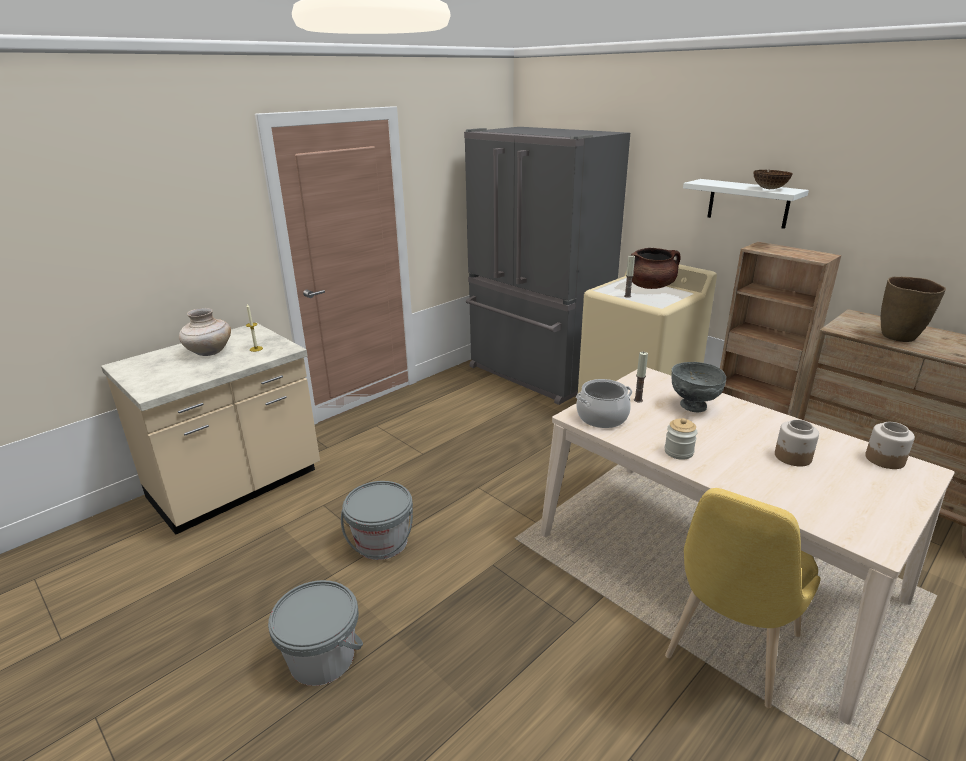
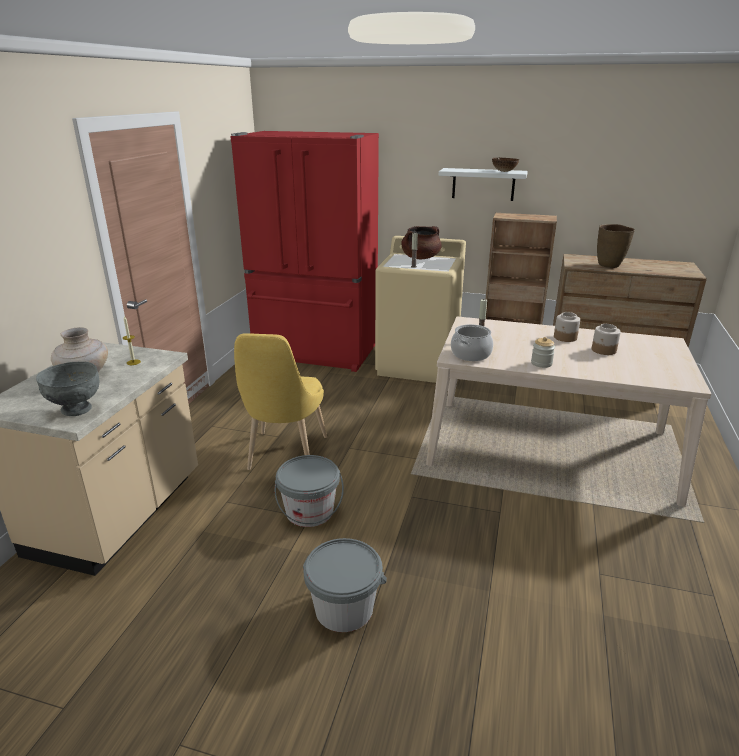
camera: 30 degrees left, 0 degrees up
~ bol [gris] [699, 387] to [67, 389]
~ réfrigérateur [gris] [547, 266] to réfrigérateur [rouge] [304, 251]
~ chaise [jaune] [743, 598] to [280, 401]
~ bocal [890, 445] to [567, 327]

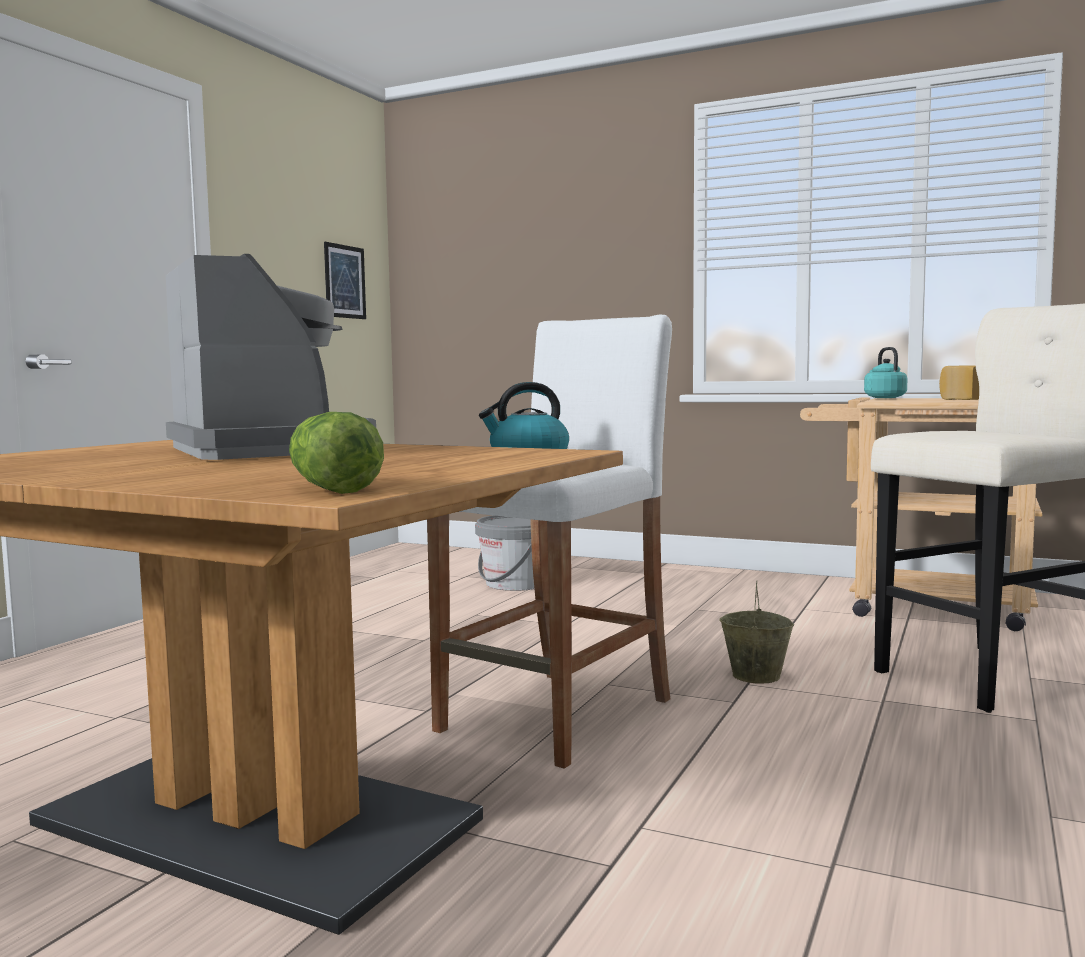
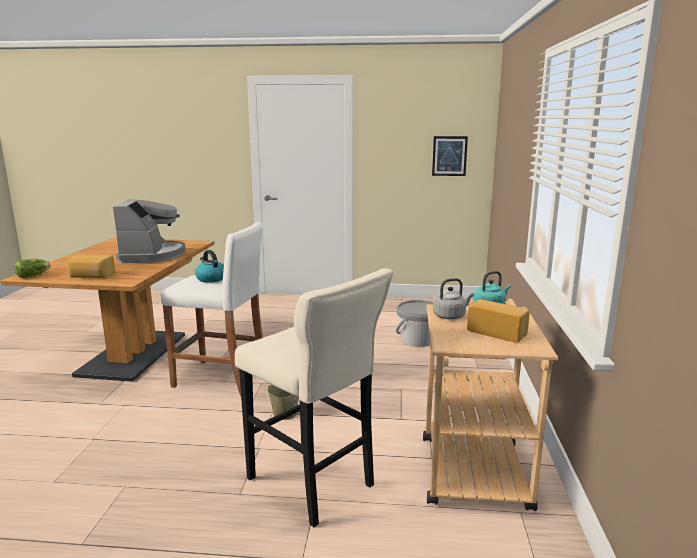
camera: 70 degrees right, 10 degrees up
+ pain [91, 266]
~ machine à café [271, 357] = [149, 230] 45 degrees counterclockwise
+ bouilloire [gris] [453, 299]

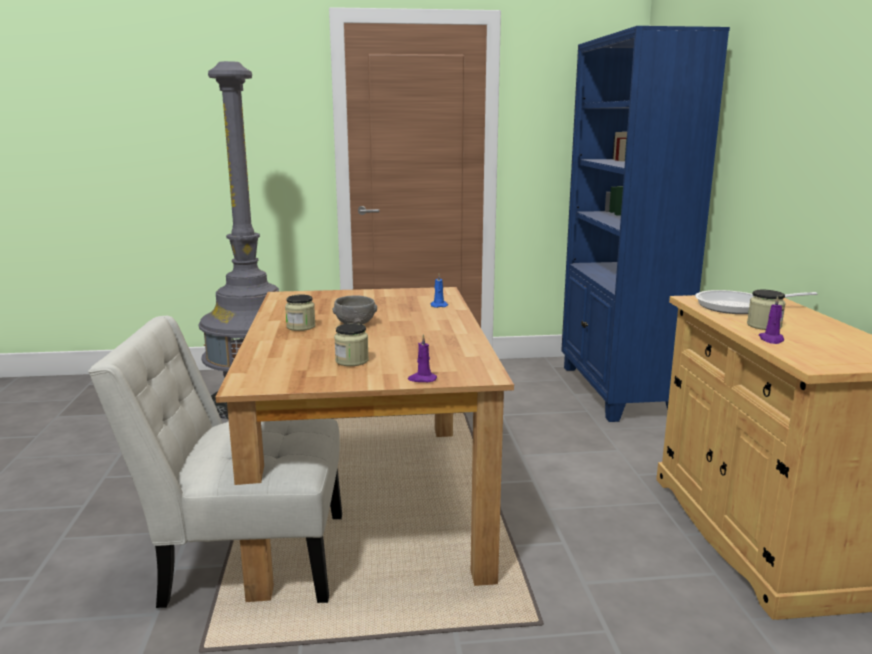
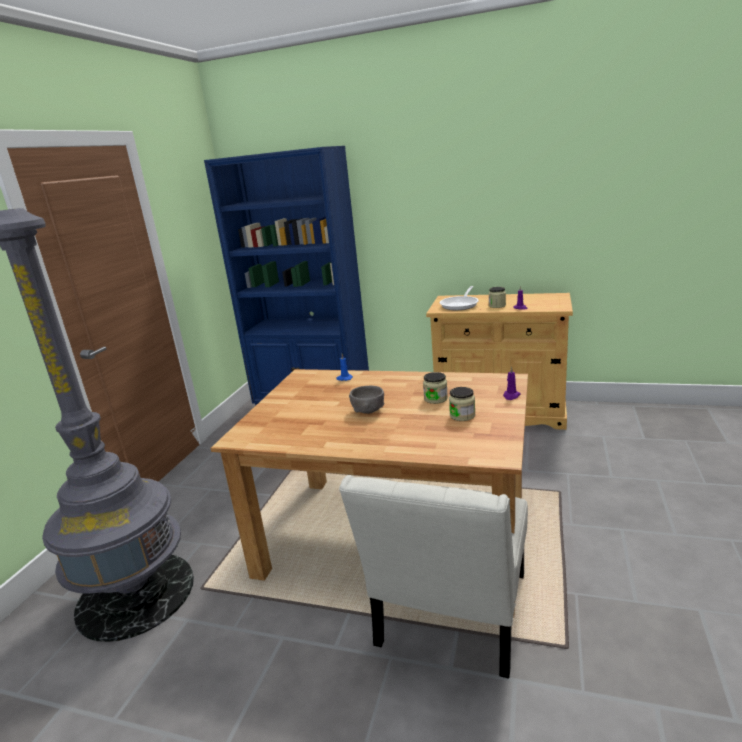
camera: 65 degrees left, 5 degrees up
~ bocal [300, 312] to [435, 388]

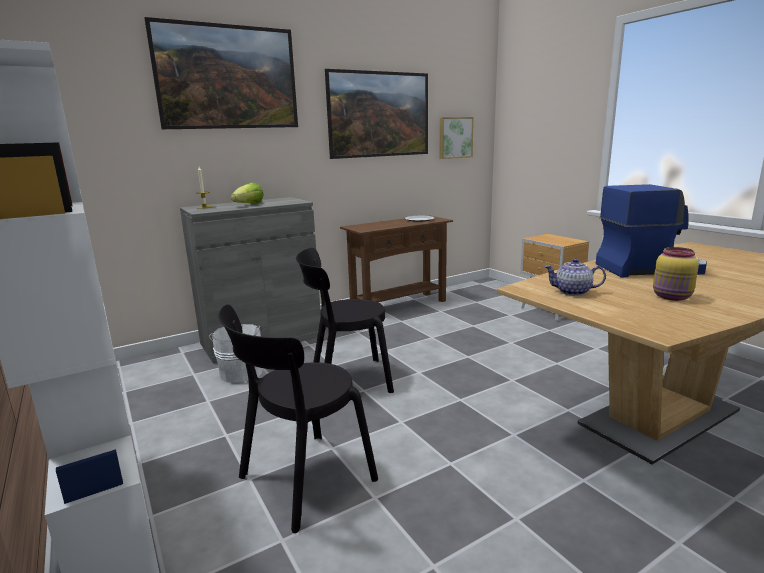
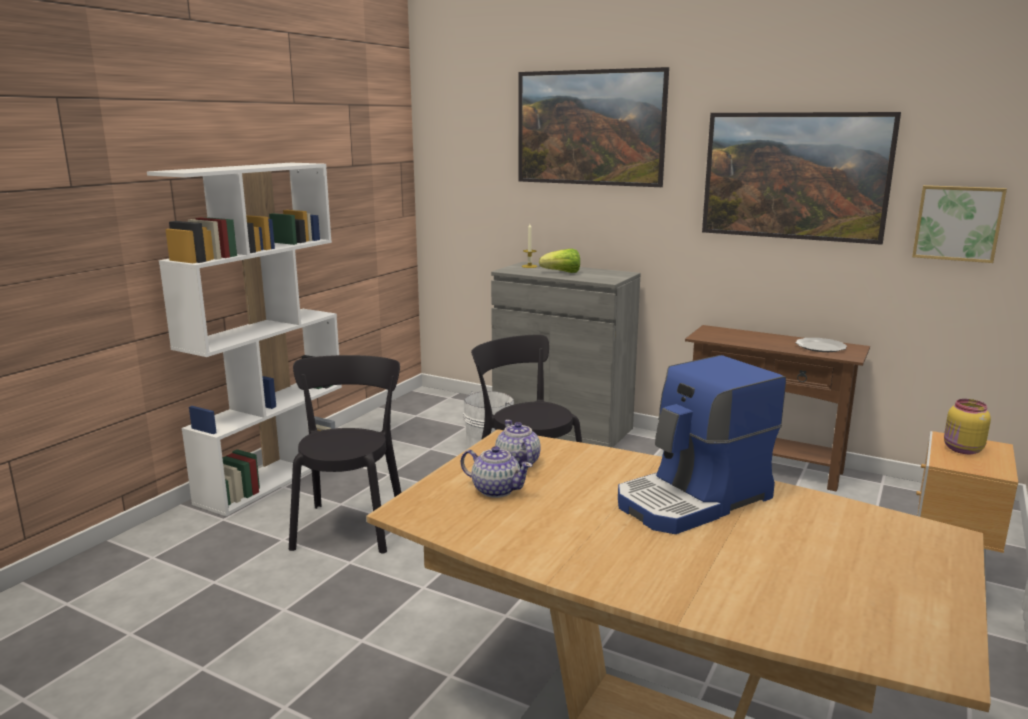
camera: 60 degrees right, 0 degrees up
~ chaise [noir] [298, 418] = [345, 454] 75 degrees clockwise
+ théière [497, 472]
~ machine à café [651, 231] = [702, 444] 90 degrees clockwise
~ bocal [jaune] [676, 274] to [967, 426]

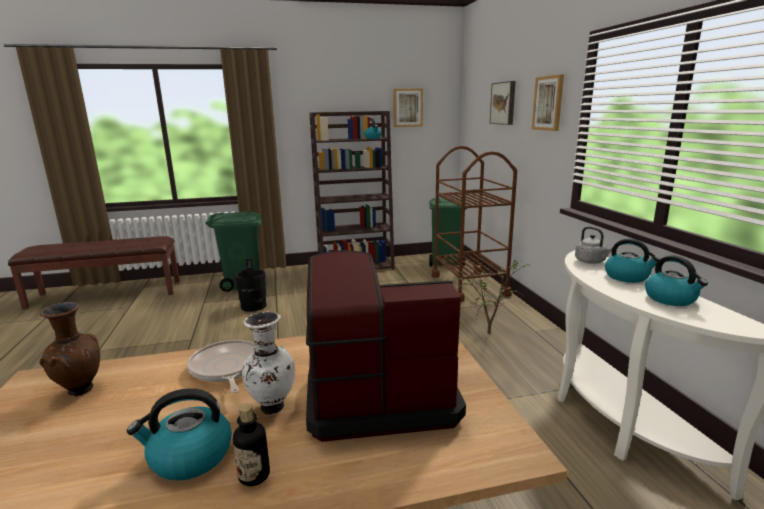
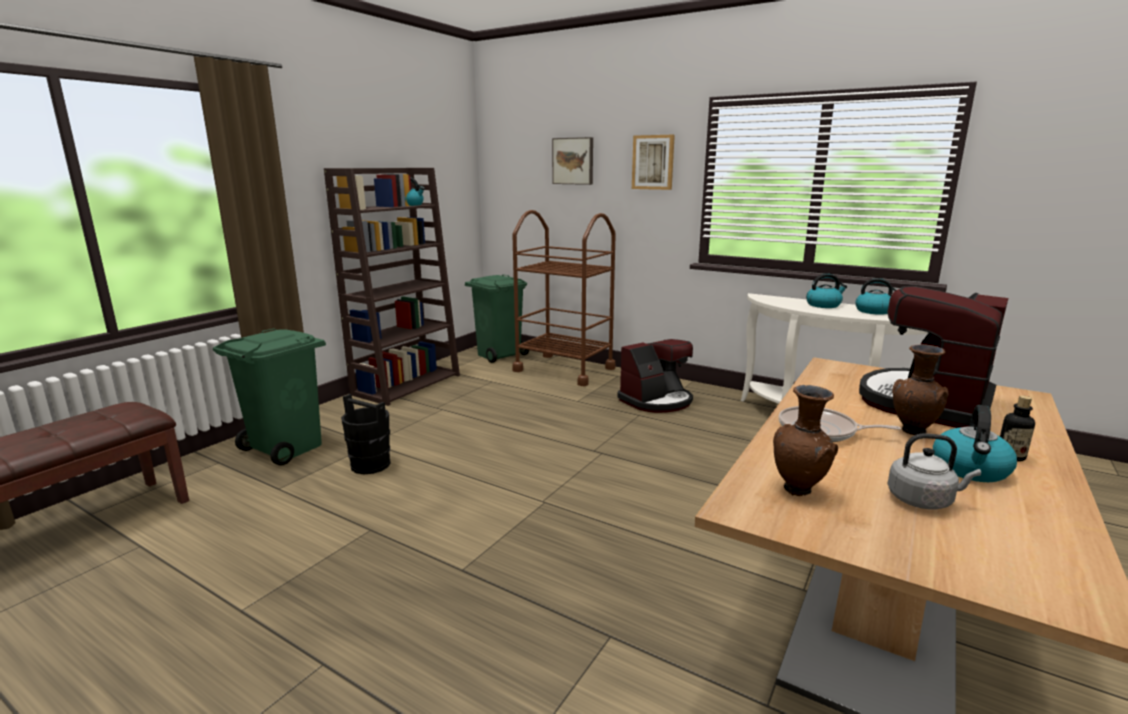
camera: 45 degrees left, 0 degrees up
~ plante en pot [493, 297] to machine à café [655, 376]
~ bouilloire [gris] [593, 245] to [934, 472]
~ vase [blanc] [268, 363] to vase [marron] [920, 389]
- tableau [408, 108]

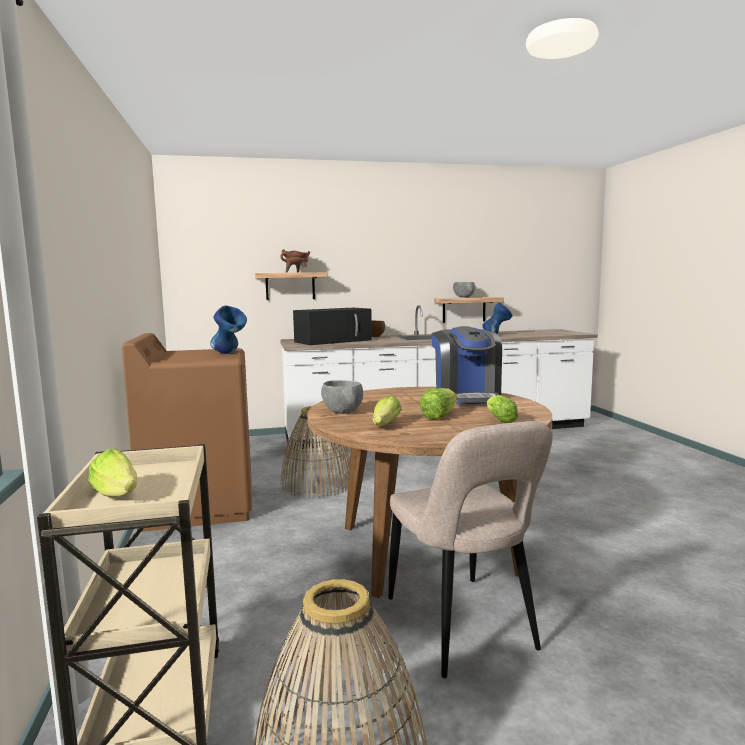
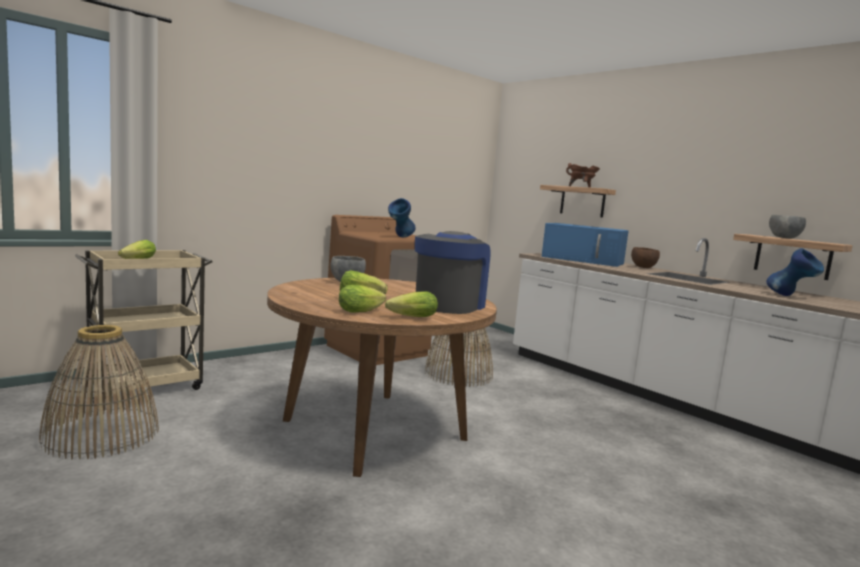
camera: 60 degrees right, 0 degrees up
~ laitue [387, 411] to [411, 304]
~ machine à café [466, 365] = [453, 272] 150 degrees clockwise
~ micro-ondes [noir] [332, 326] to micro-ondes [bleu] [585, 245]
- chaise [beige] [470, 549]

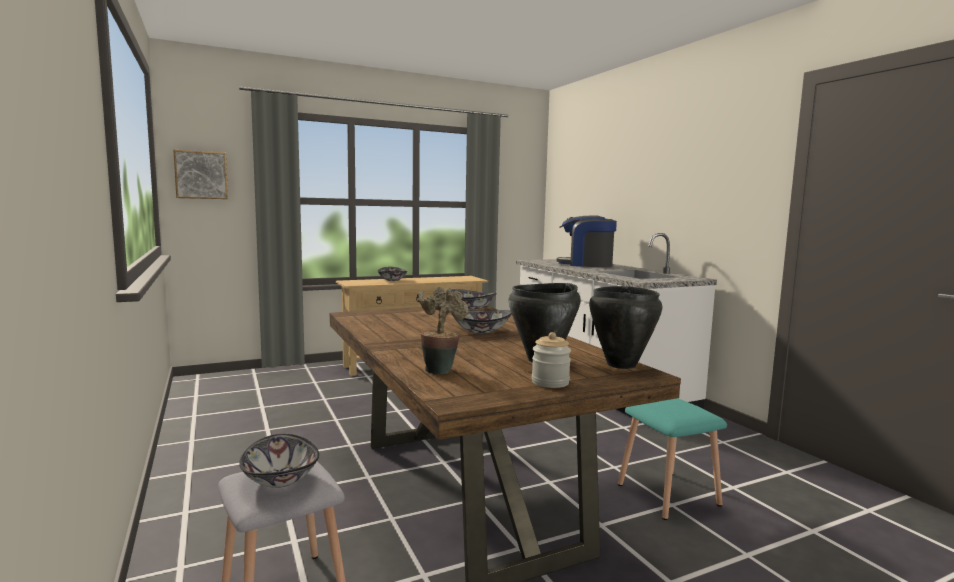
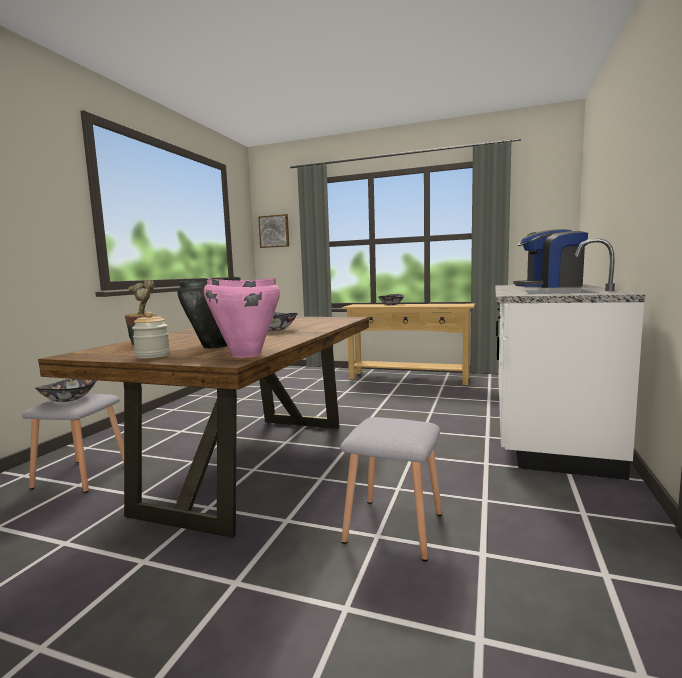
camera: 45 degrees right, 0 degrees up
~ marmite [noir] [625, 327] to marmite [rose] [242, 318]
~ tabouret [turquoise] [672, 459] to tabouret [gris] [391, 489]
~ machine à café [586, 241] = [550, 258] 60 degrees counterclockwise
- bol [474, 299]

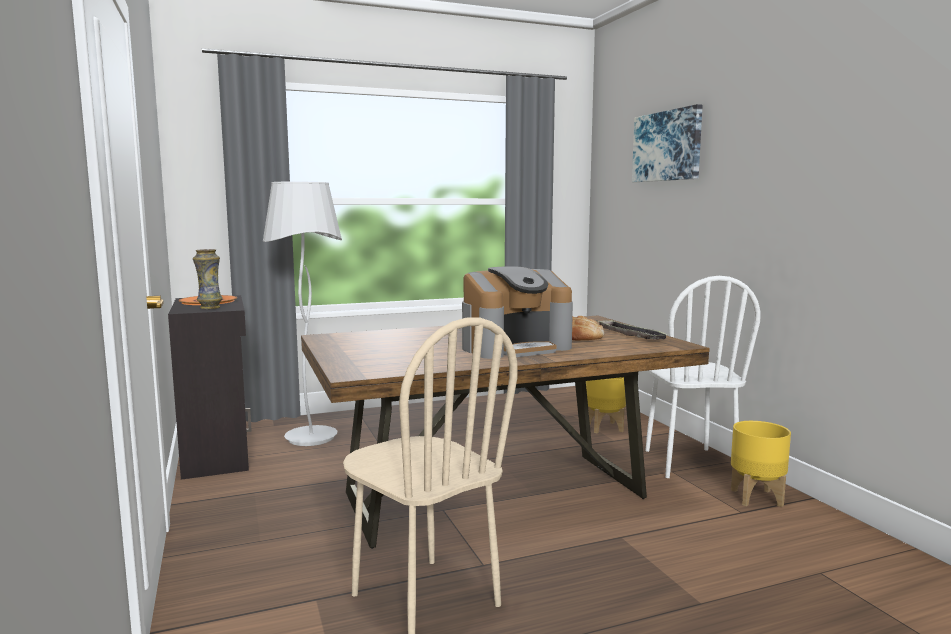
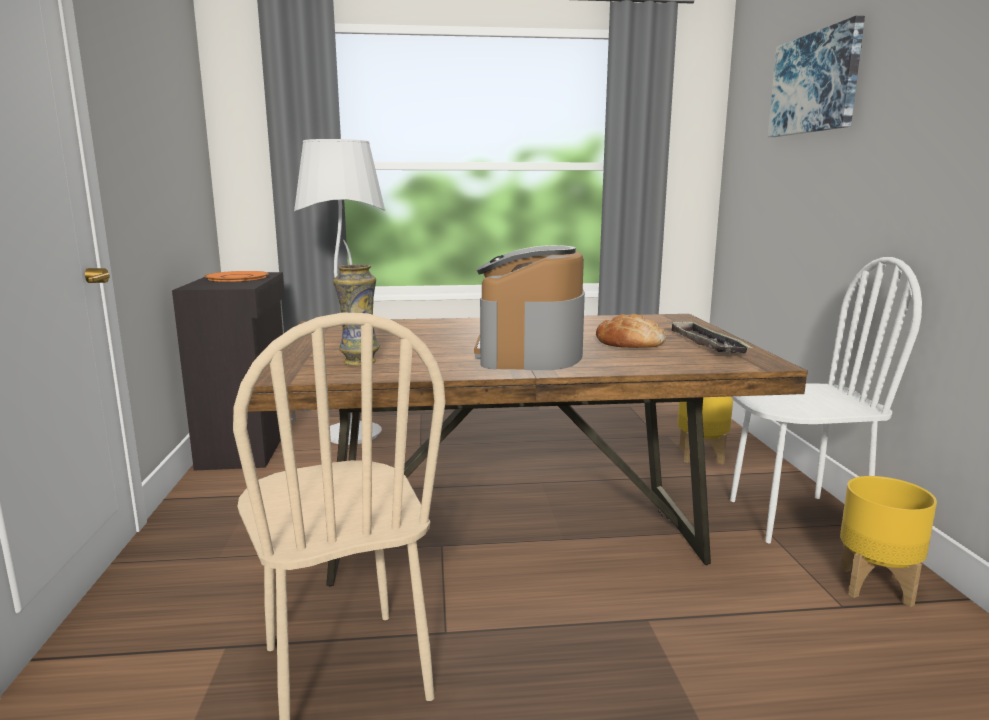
camera: 15 degrees right, 5 degrees up
~ vase [208, 279] to [356, 315]
~ machine à café [517, 312] = [529, 307] 105 degrees clockwise
~ chaise [blanc] [702, 377] = [826, 400] 105 degrees counterclockwise

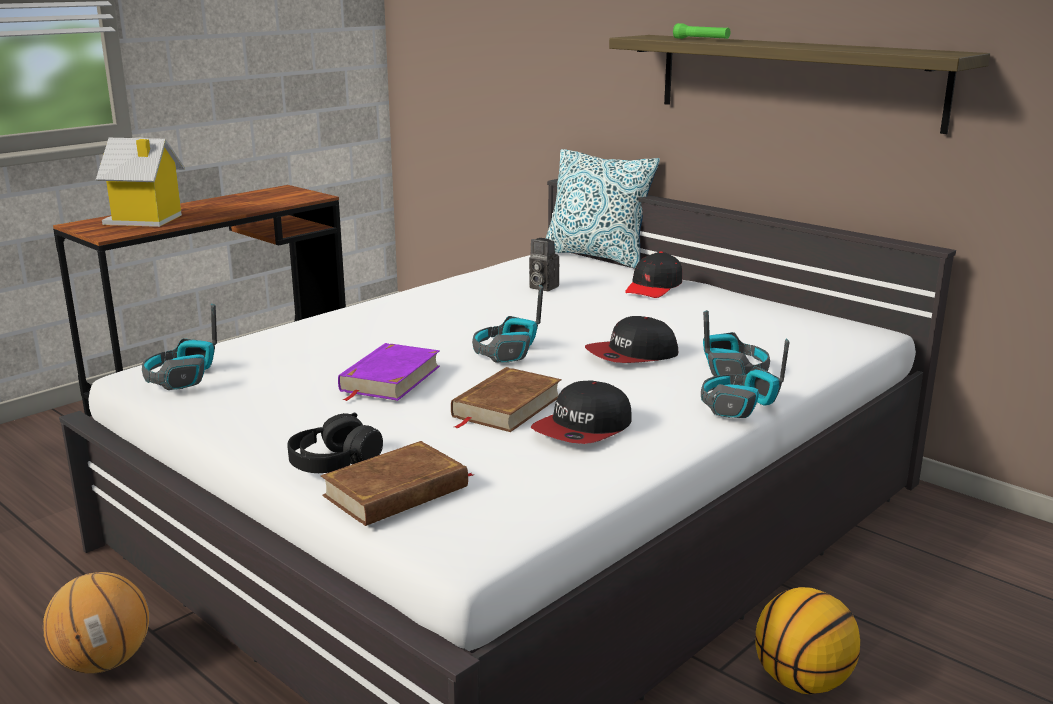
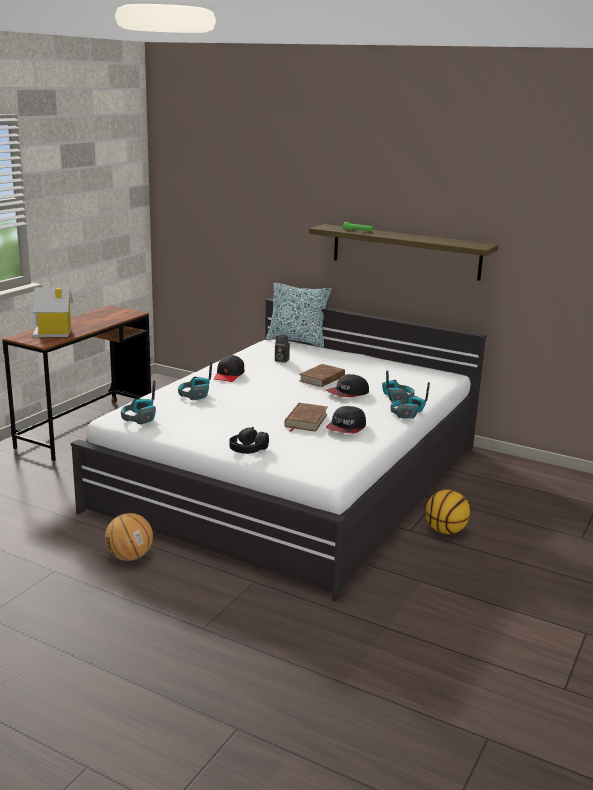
camera: 15 degrees left, 0 degrees up
~ casque audio [507, 324] to [195, 380]
~ casquette [noir] [653, 274] to [229, 368]
~ livre [marron] [397, 483] to [322, 375]
- livre [violet] [389, 372]

